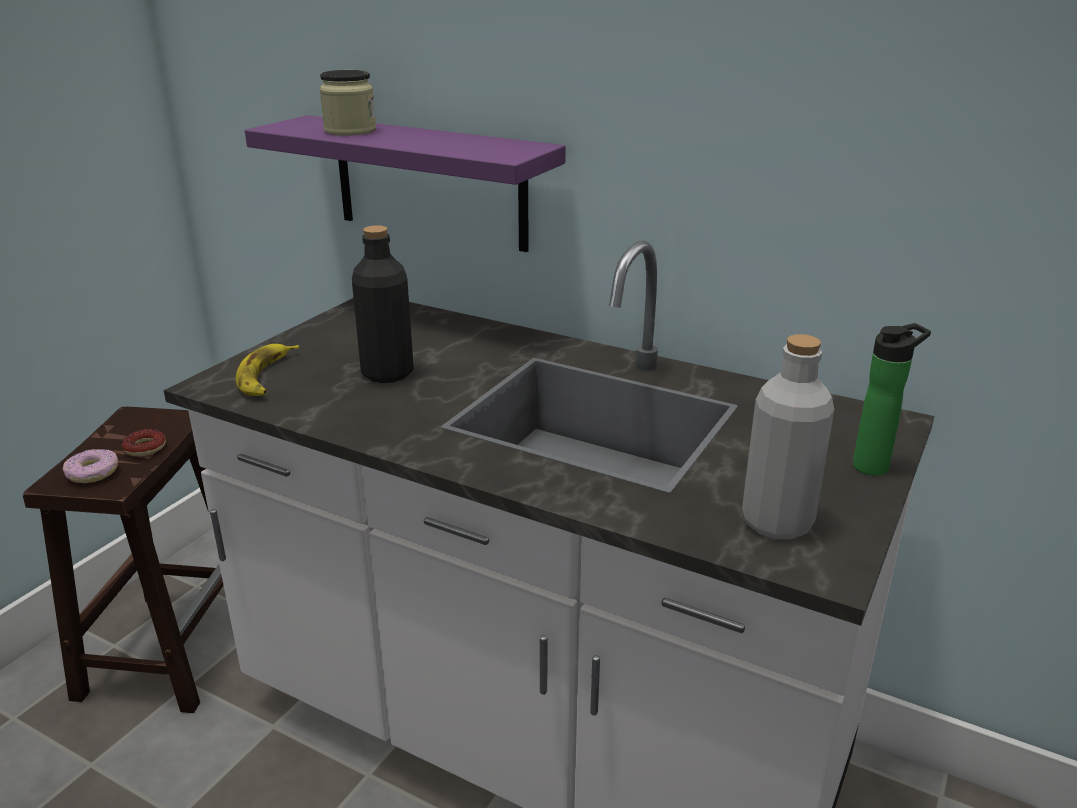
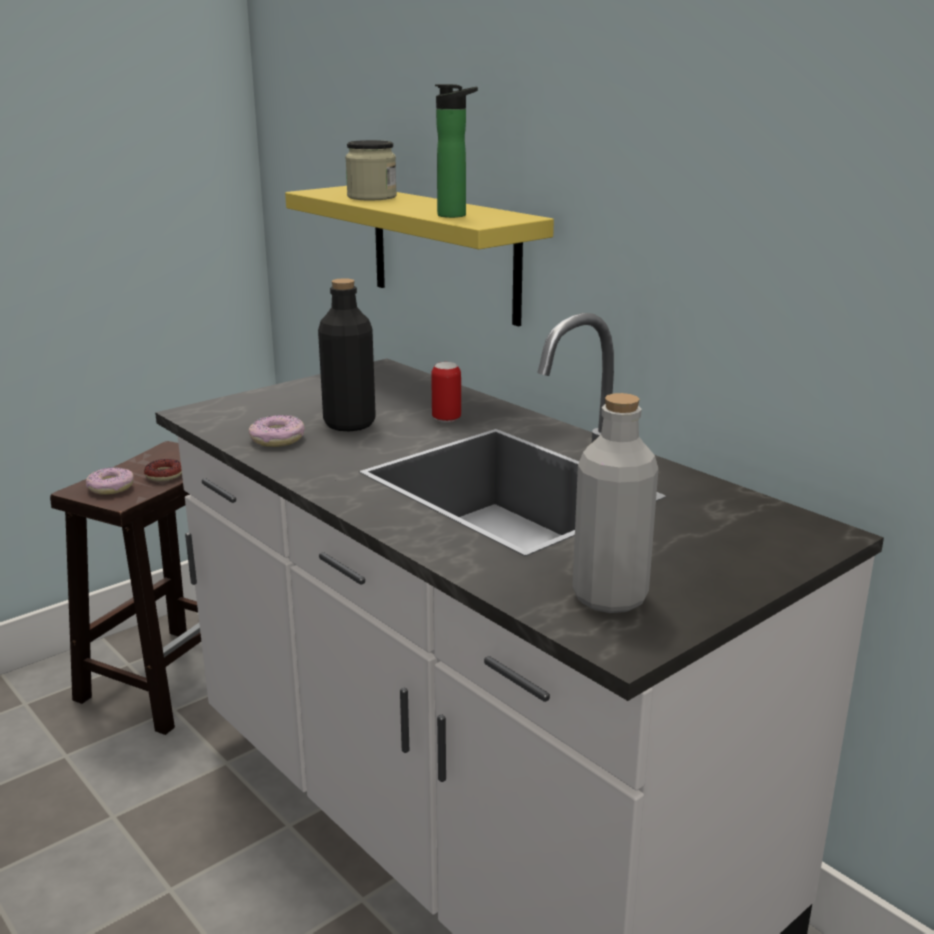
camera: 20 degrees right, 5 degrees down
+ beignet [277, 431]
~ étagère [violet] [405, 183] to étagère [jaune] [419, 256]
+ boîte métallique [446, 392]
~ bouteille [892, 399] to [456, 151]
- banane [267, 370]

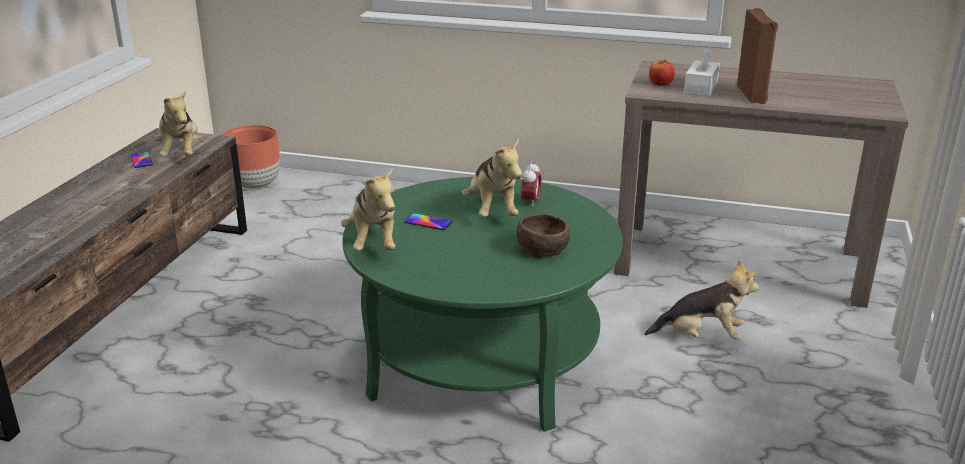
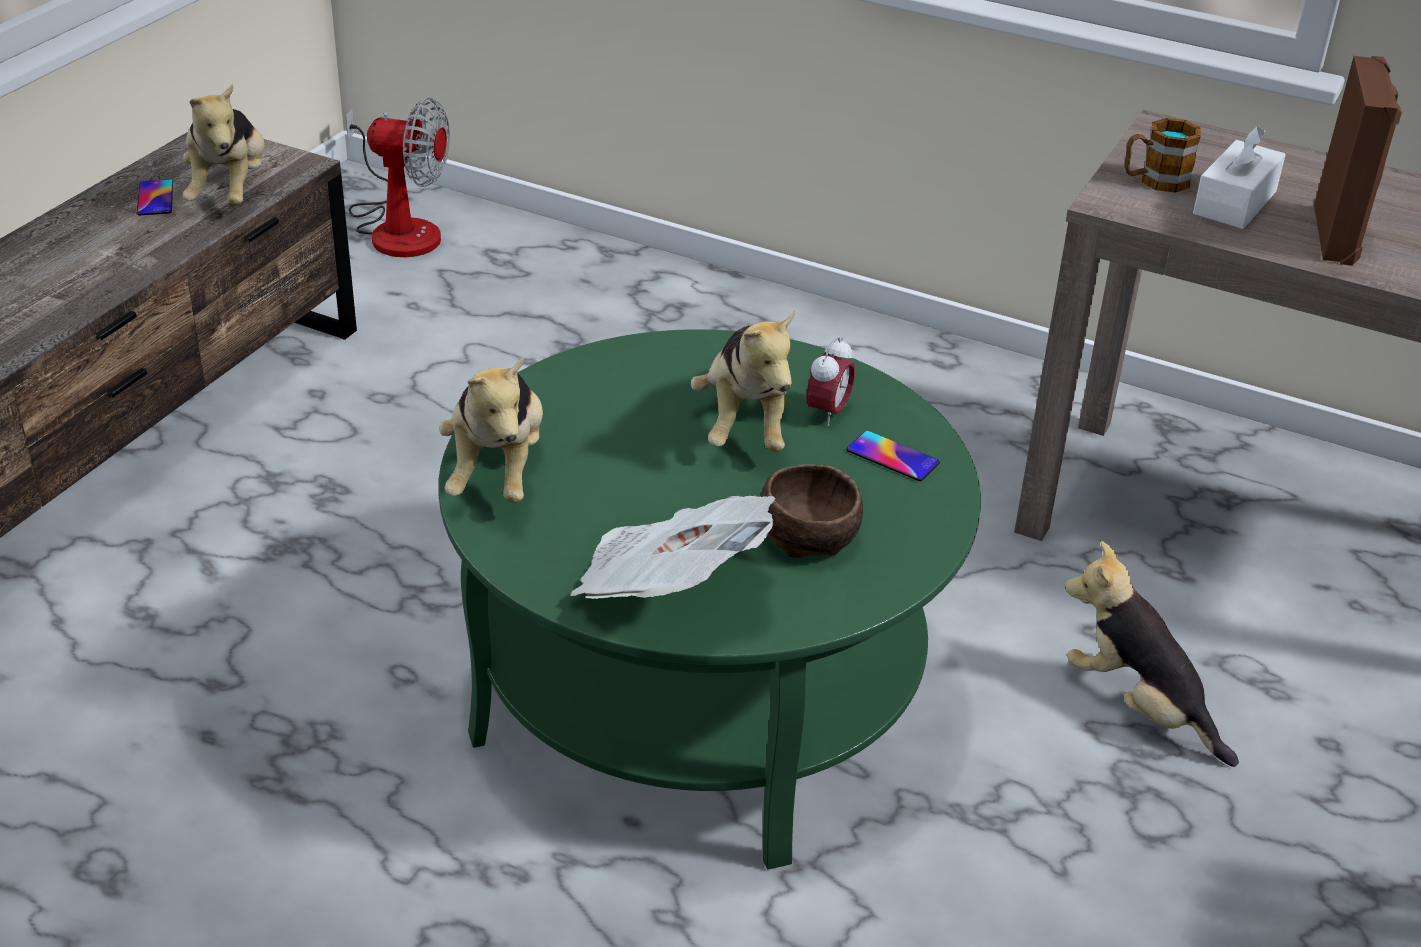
camera: 10 degrees right, 10 degrees up
~ cache-pot [marron] [251, 157] to ventilateur [397, 177]
+ journal [673, 547]
~ téléphone [428, 221] to [893, 456]
~ peluche [701, 300] = [1152, 654] 150 degrees counterclockwise
~ pomme [662, 72] to mug [1162, 155]

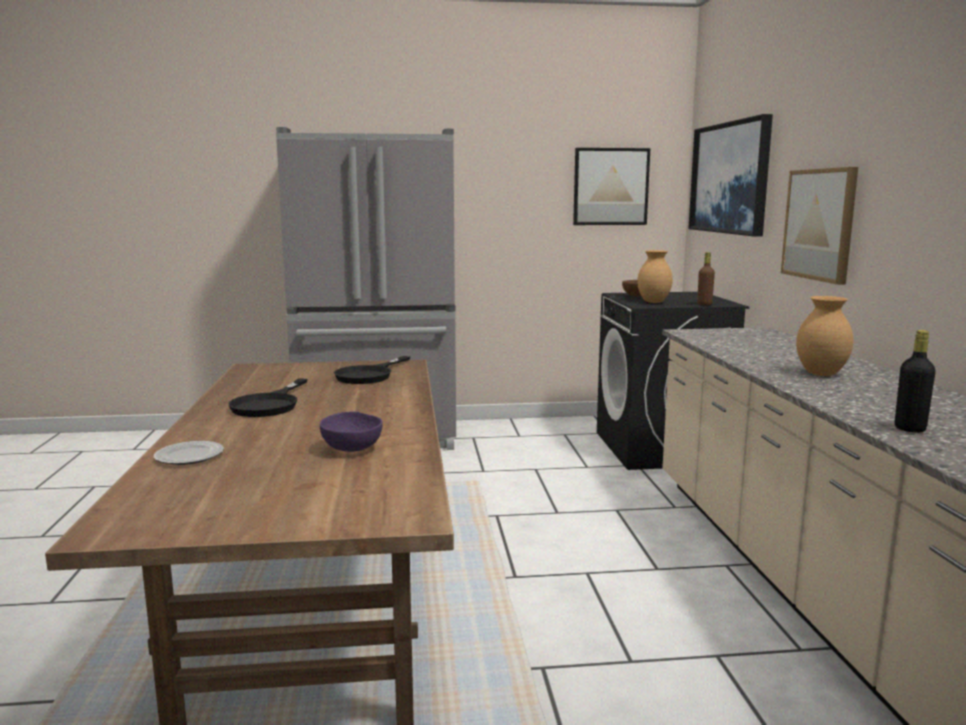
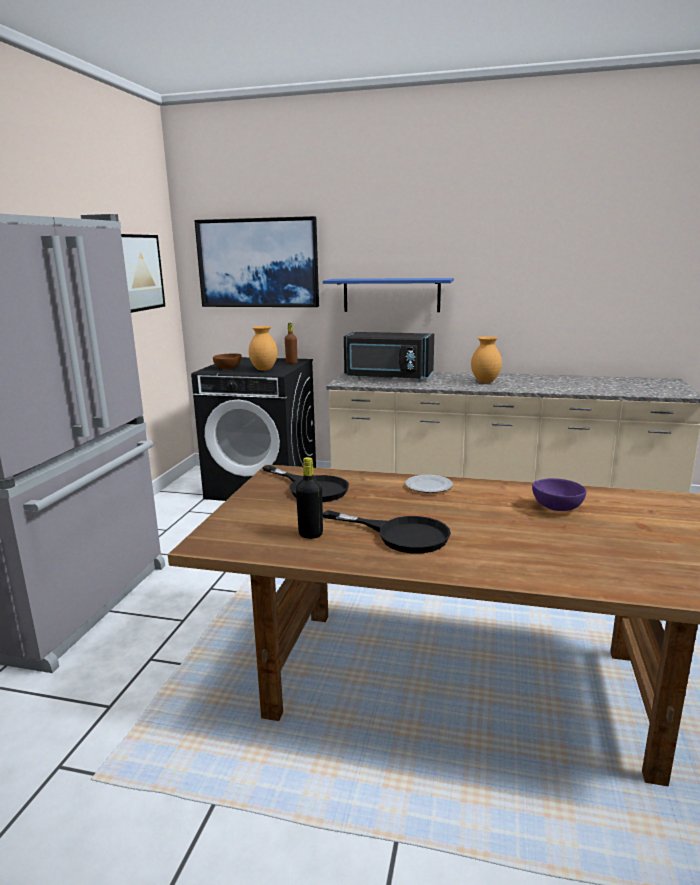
camera: 70 degrees left, 5 degrees up
~ bouteille [noir] [915, 381] to [309, 498]
~ tableau [819, 226] to étagère [bleu] [388, 295]
+ micro-ondes [noir] [389, 356]
~ assiette [189, 453] to [429, 484]

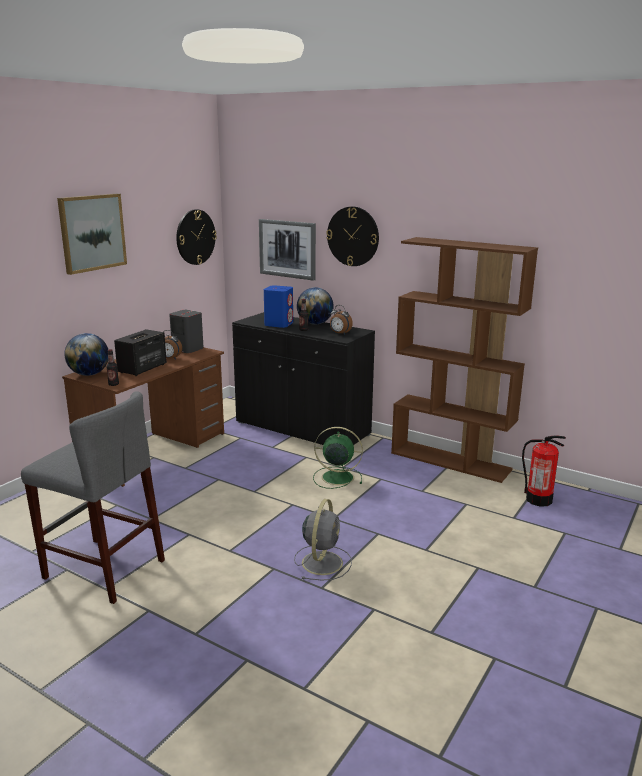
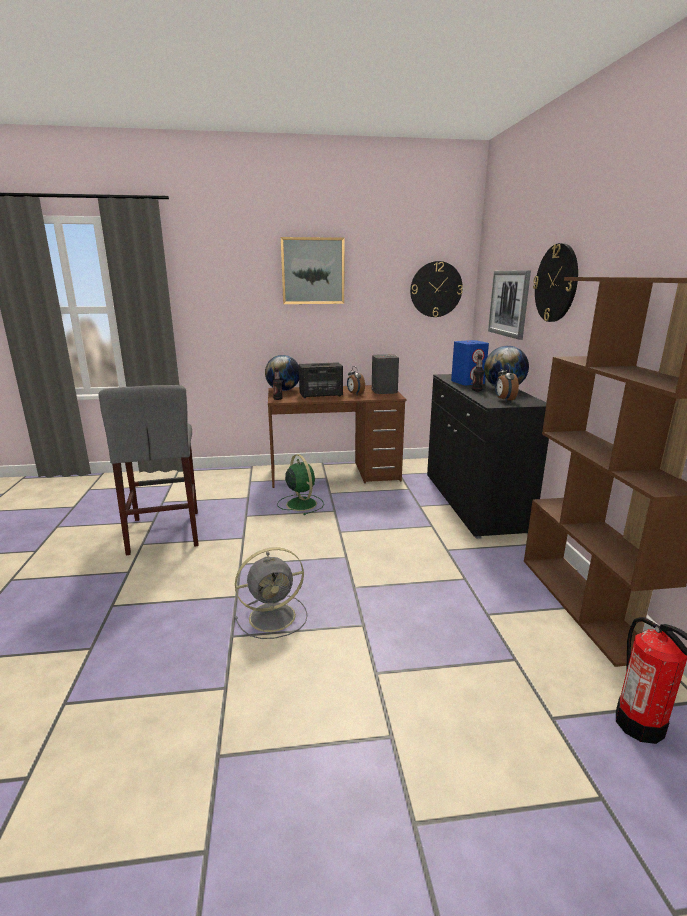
camera: 50 degrees right, 0 degrees up
~ ventilateur [vert] [338, 458] to [300, 484]

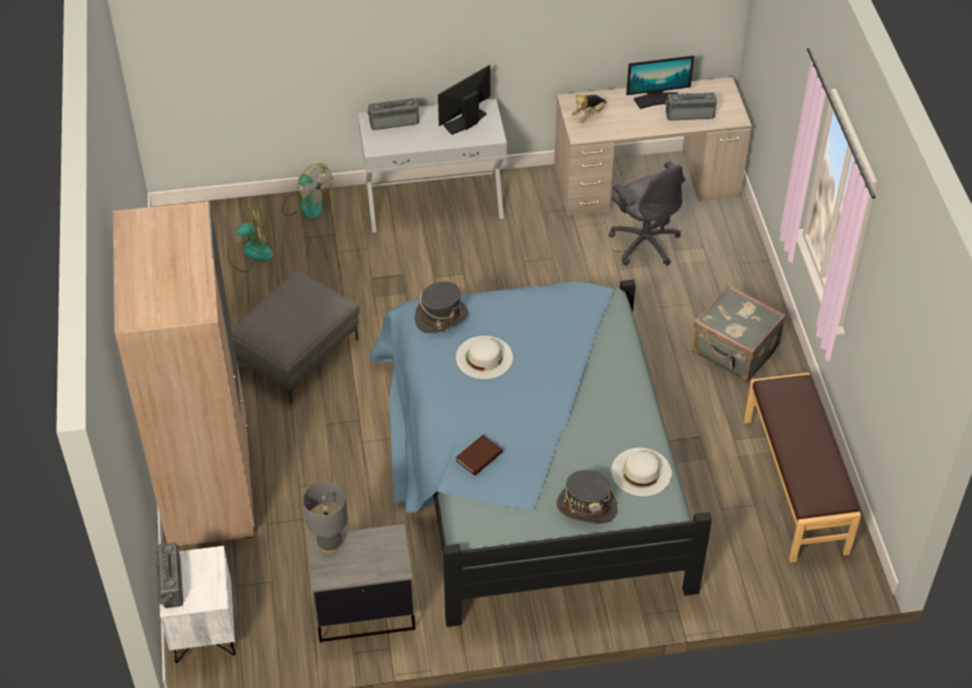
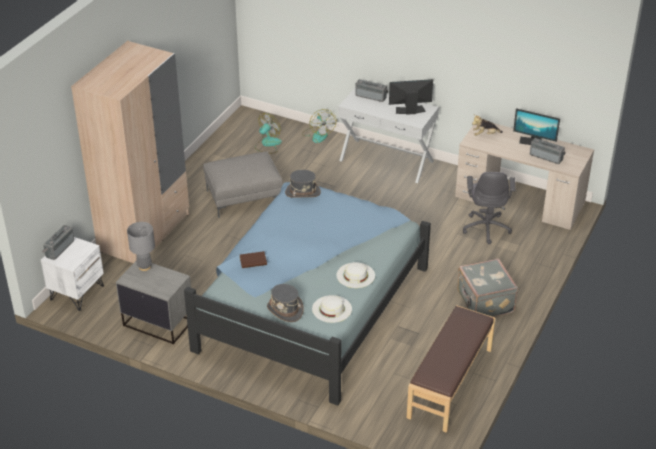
camera: 35 degrees right, 10 degrees down
~ ventilateur [250, 238] = [268, 133] 75 degrees counterclockwise
~ chapeau [blanc] [484, 357] to [355, 275]

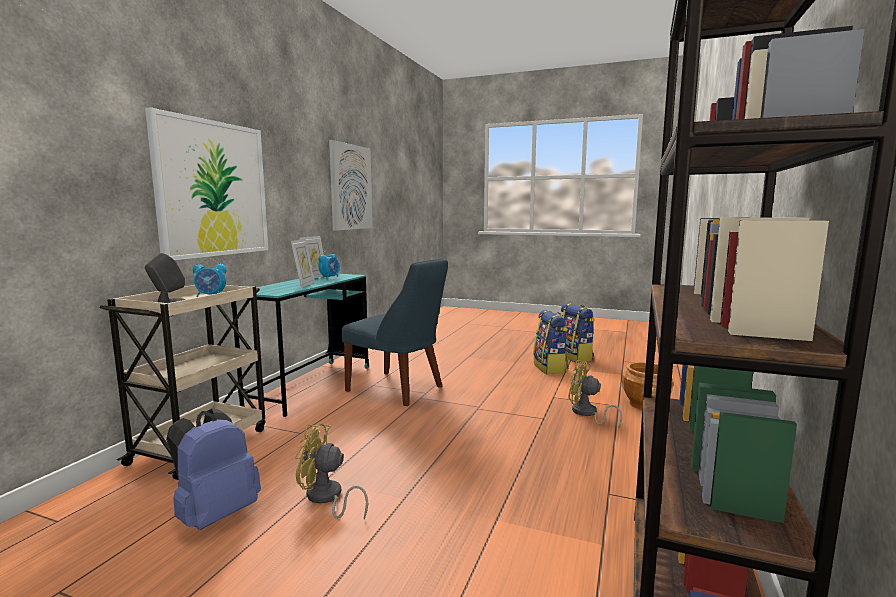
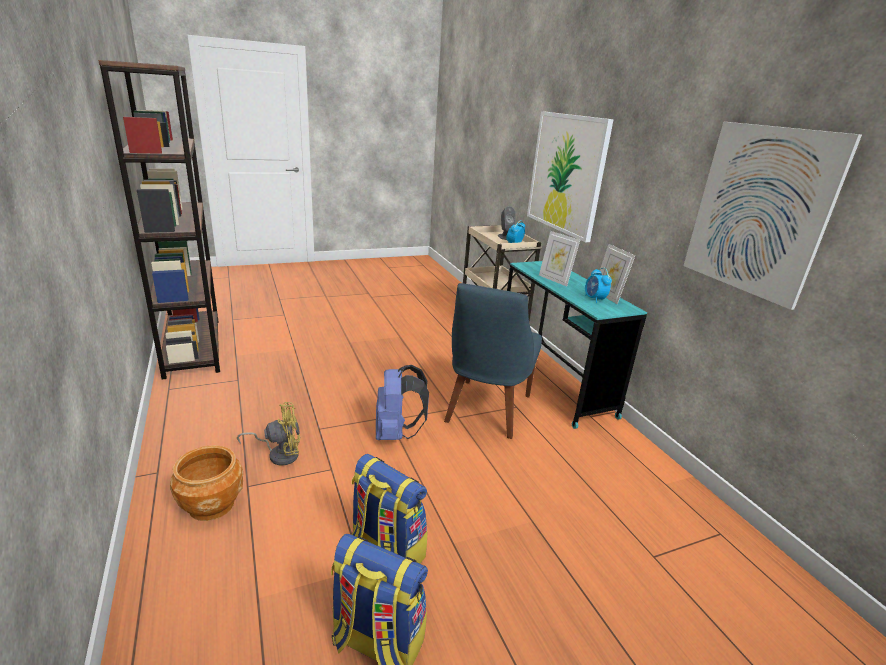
camera: 135 degrees right, 15 degrees up
~ sac à dos [bleu] [213, 469] to [402, 402]
~ chaise [bleu] [395, 332] = [493, 361] 60 degrees counterclockwise
- ventilateur [jaune] [331, 471]

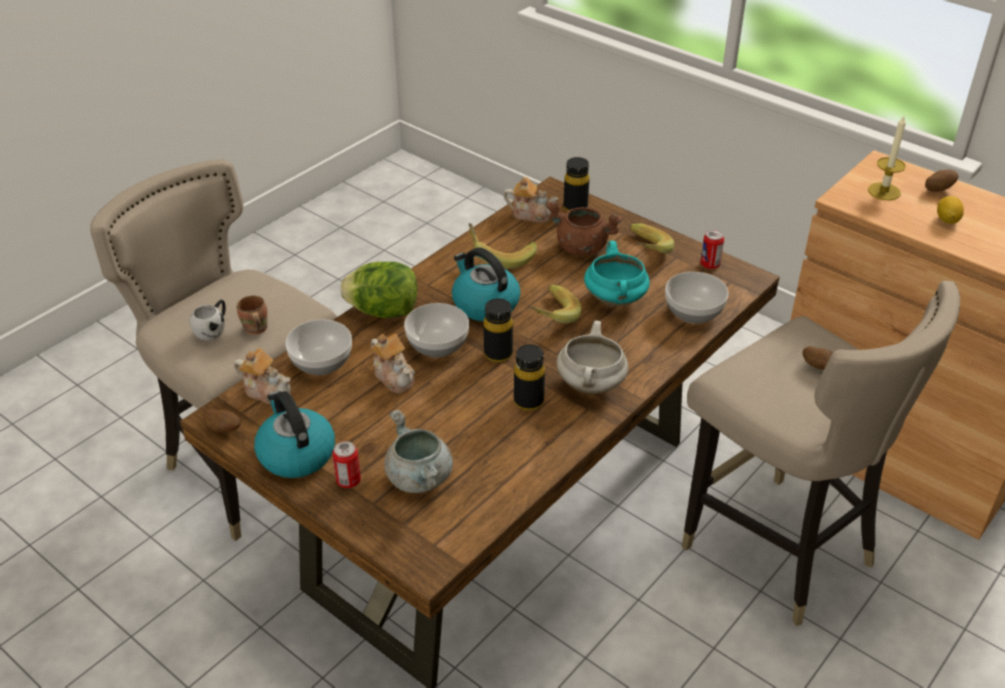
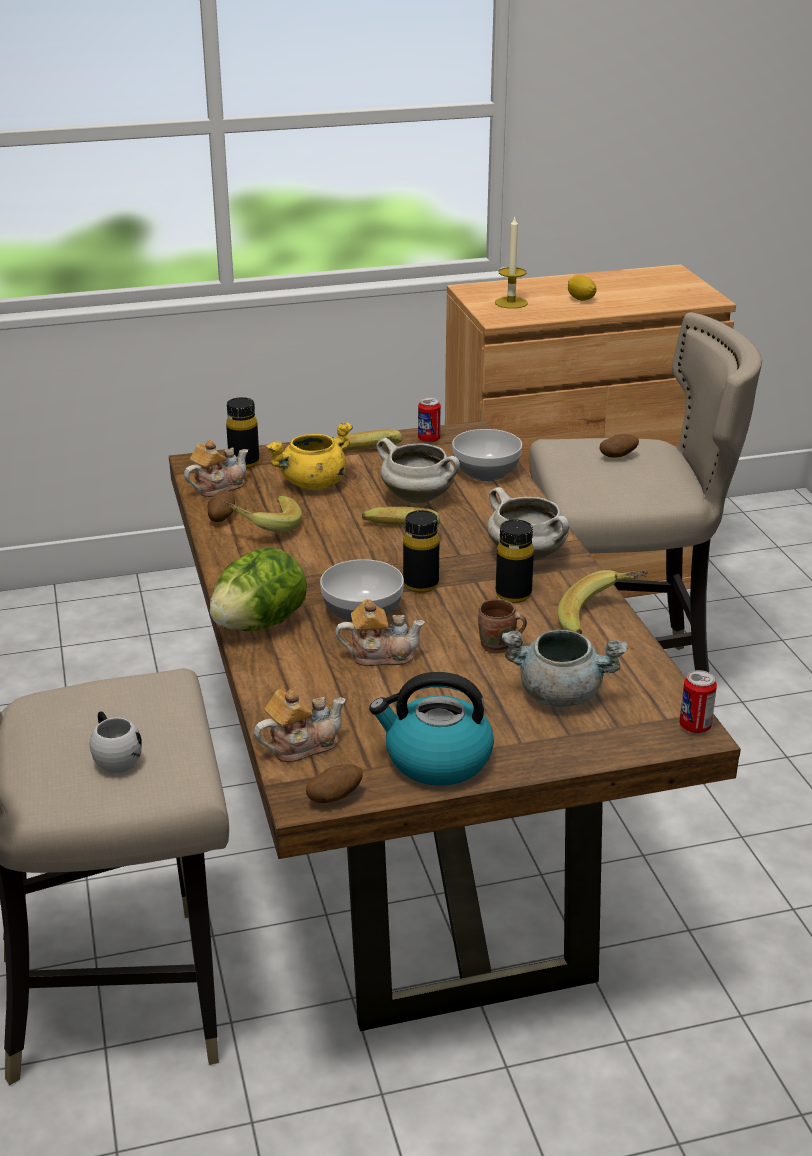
camera: 55 degrees left, 10 degrees down
~ pomme de terre [941, 180] to [221, 506]
~ marmite [marron] [584, 228] to marmite [jaune] [309, 456]
~ marmite [turquoise] [617, 273] to marmite [blanc] [418, 471]
~ mug [marron] [252, 315] to [502, 626]
+ banane [603, 602]
~ boîte métallique [347, 464] to [698, 701]
- bol [318, 347]
- bouilloire [486, 284]

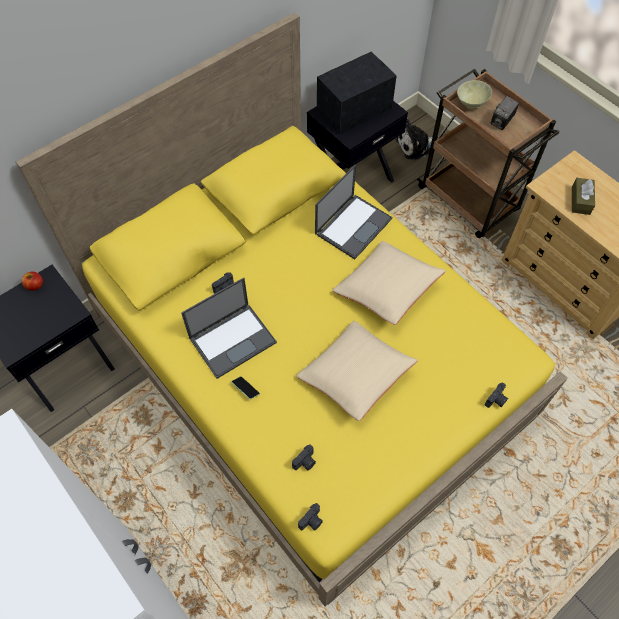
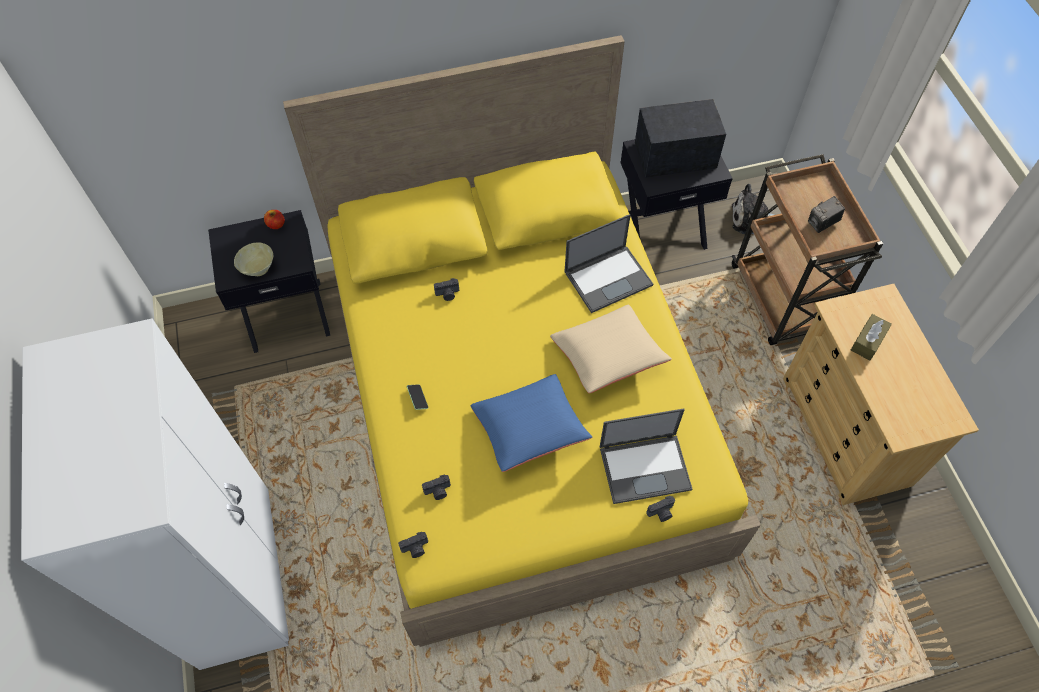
camera: 25 degrees right, 0 degrees up
~ bol [beige] [474, 94] to [253, 259]
~ coussin [beige] [357, 371] to coussin [bleu] [532, 423]
~ ordinateur portable [229, 328] to [646, 456]

